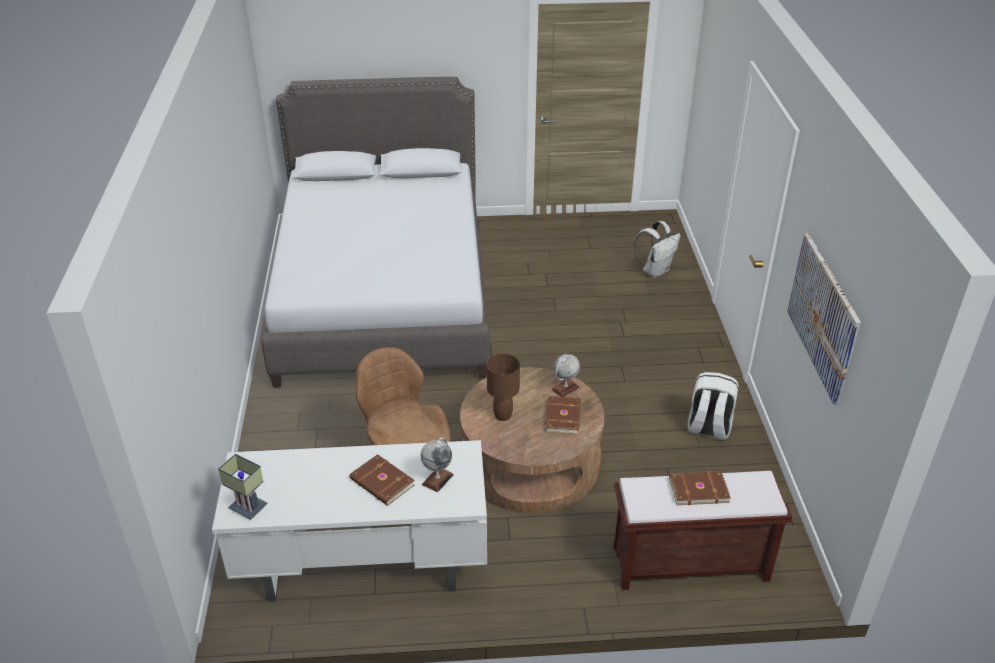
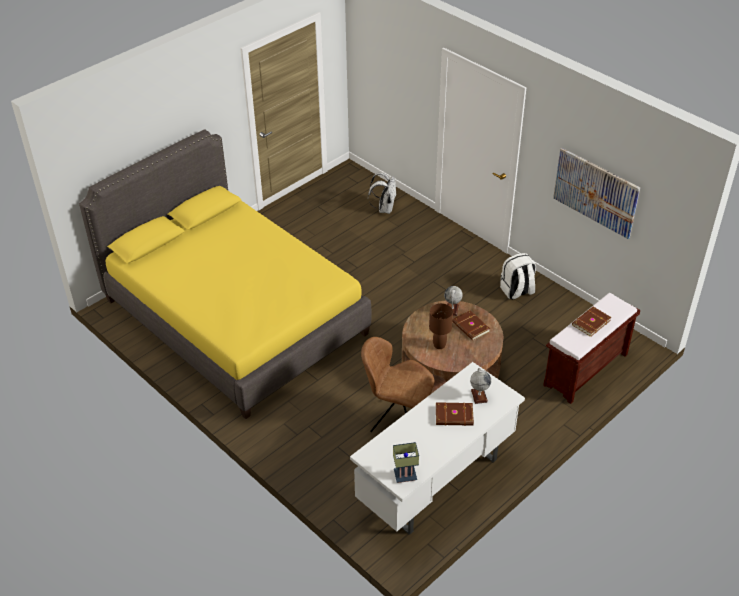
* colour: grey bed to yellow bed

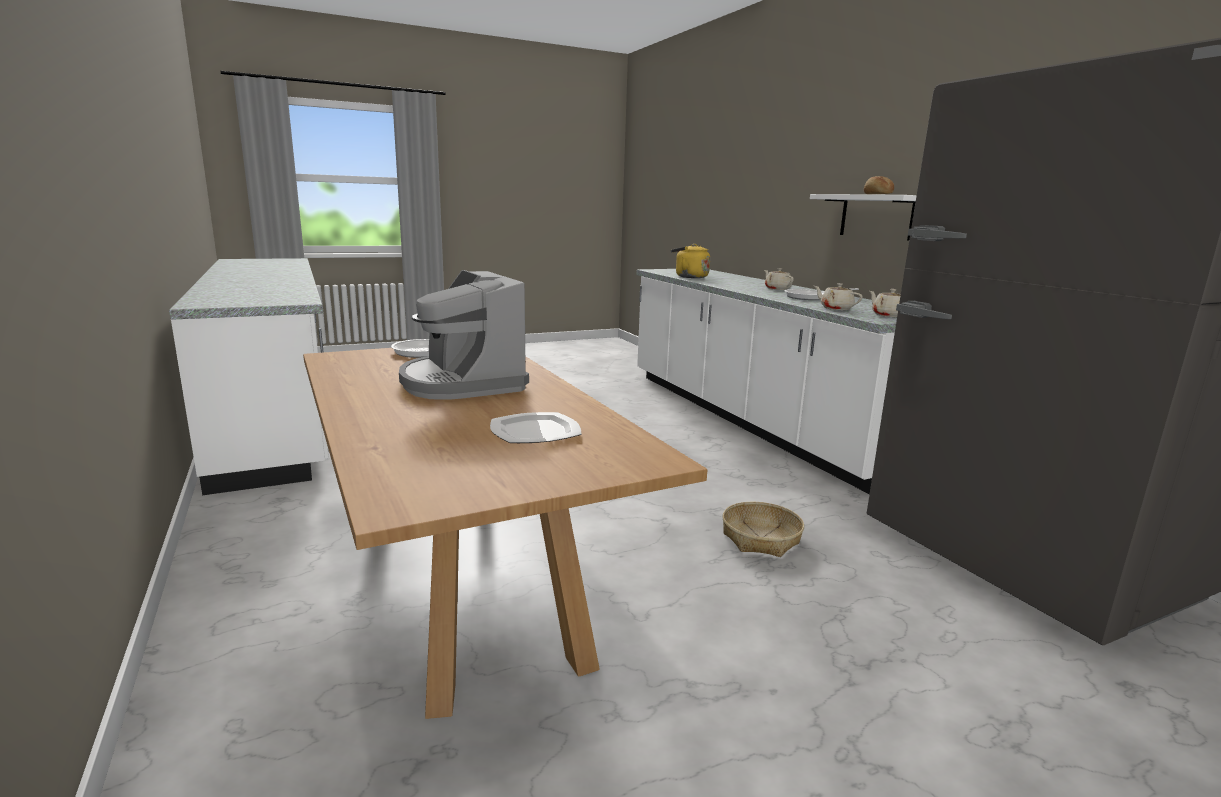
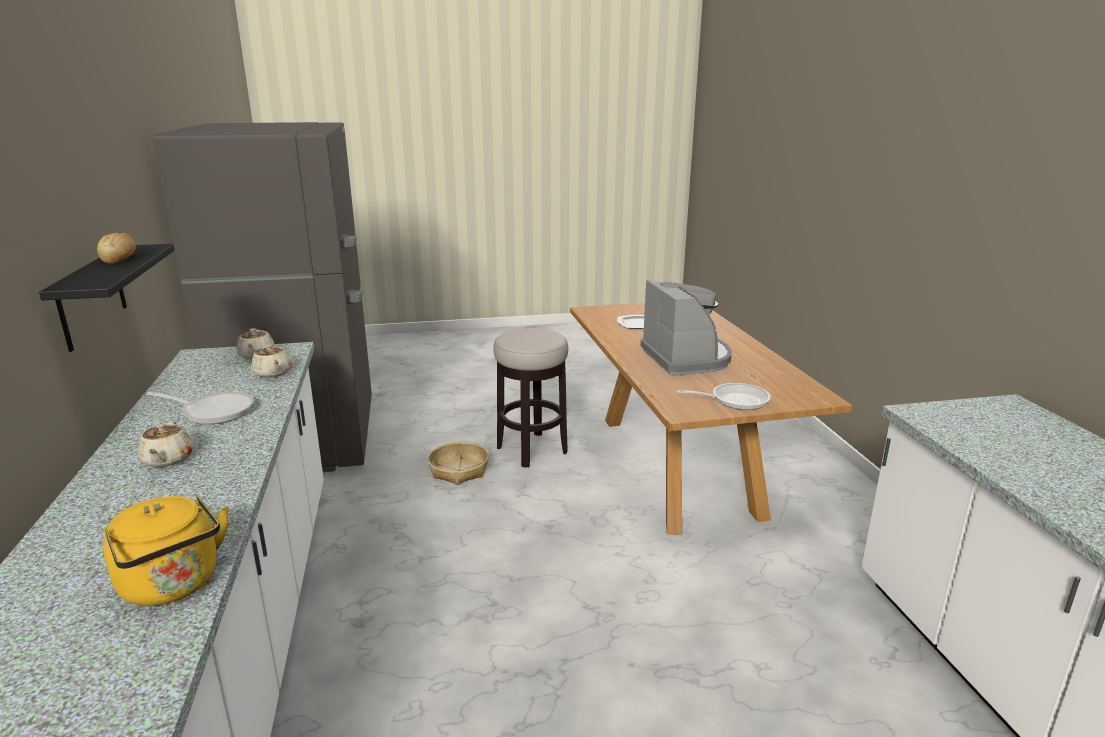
* colour: white shelf to black shelf
* appeared: stool

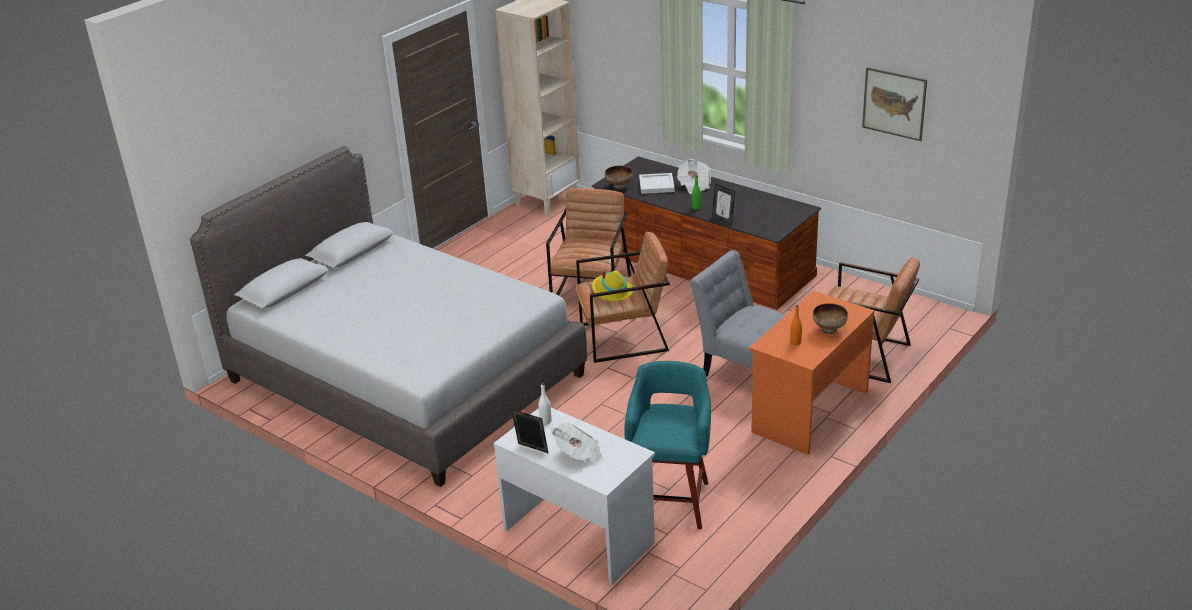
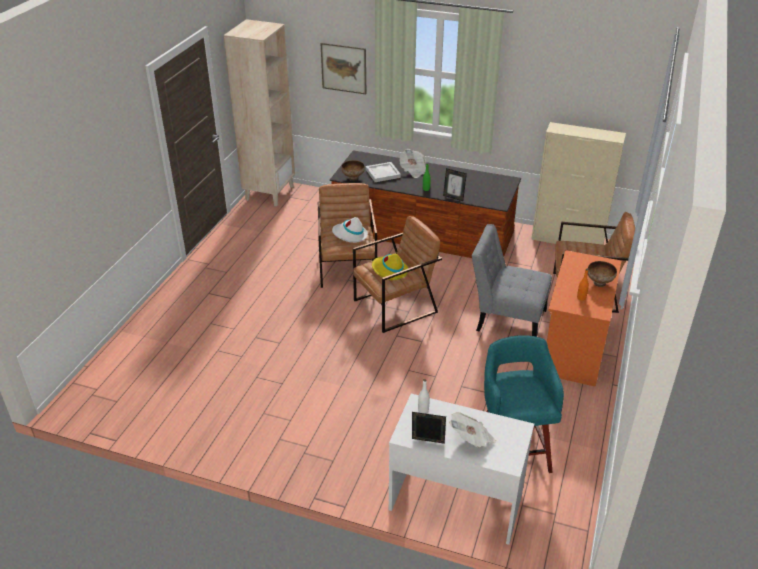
* relocated: picture
* missing: grey bed
* appeared: beige cabinet
* appeared: white hat

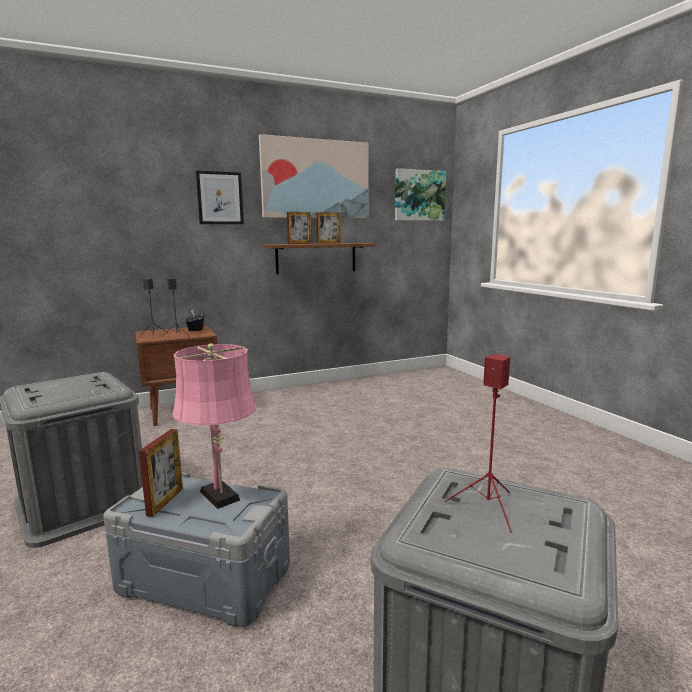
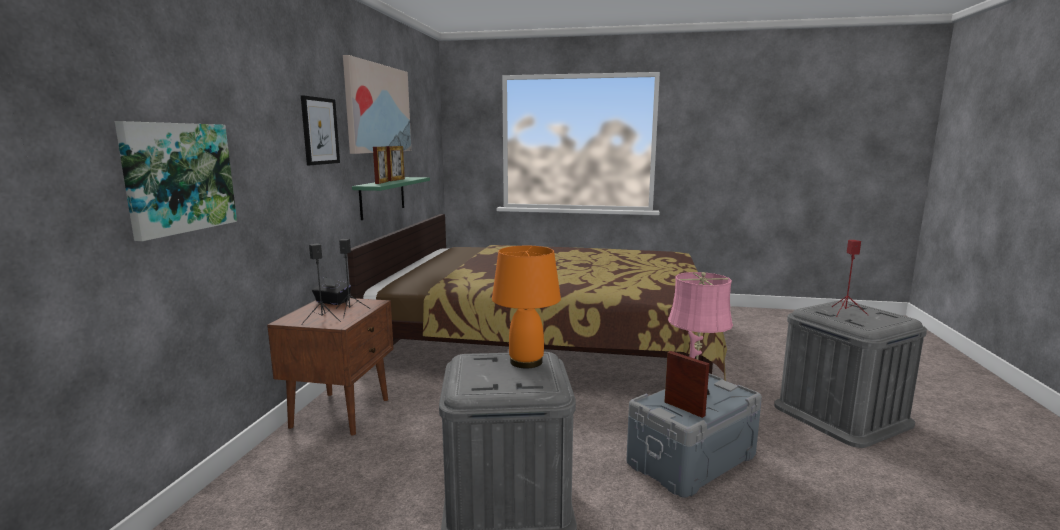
* relocated: picture (no. 3 from left in the first image) to picture (no. 1 from left)
* colour: brown shelf to green shelf
* appeared: bed
* appeared: orange table lamp

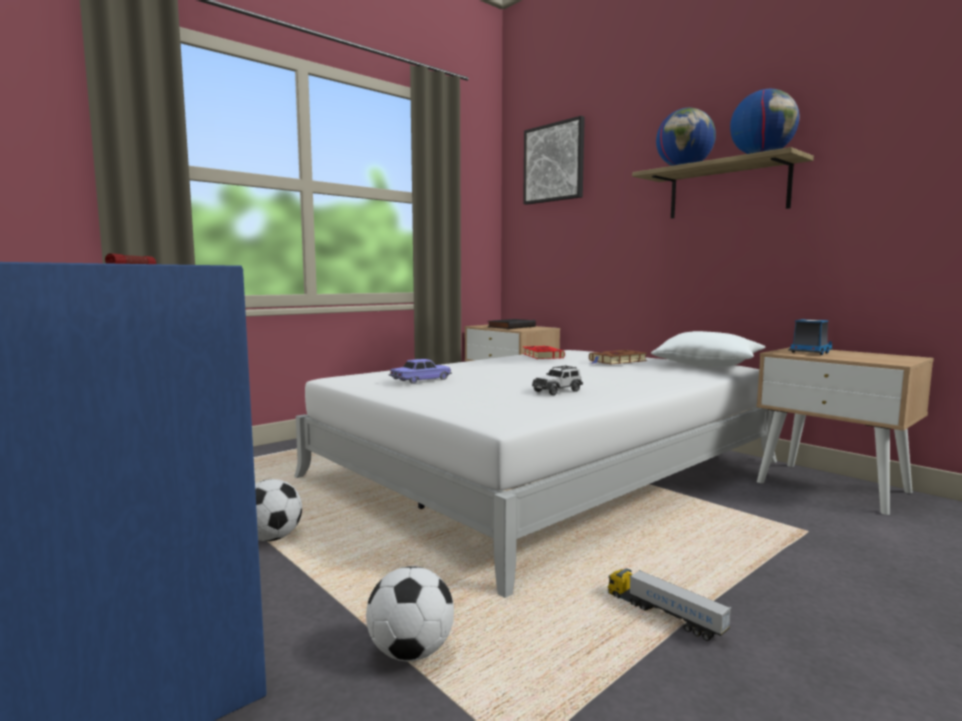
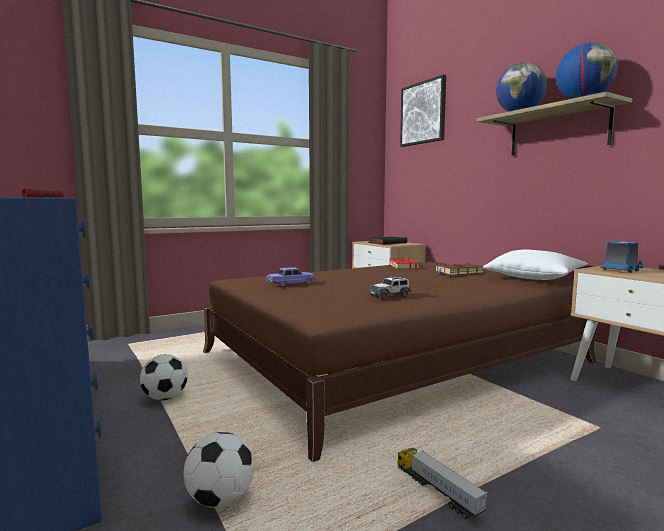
* colour: white bed to brown bed

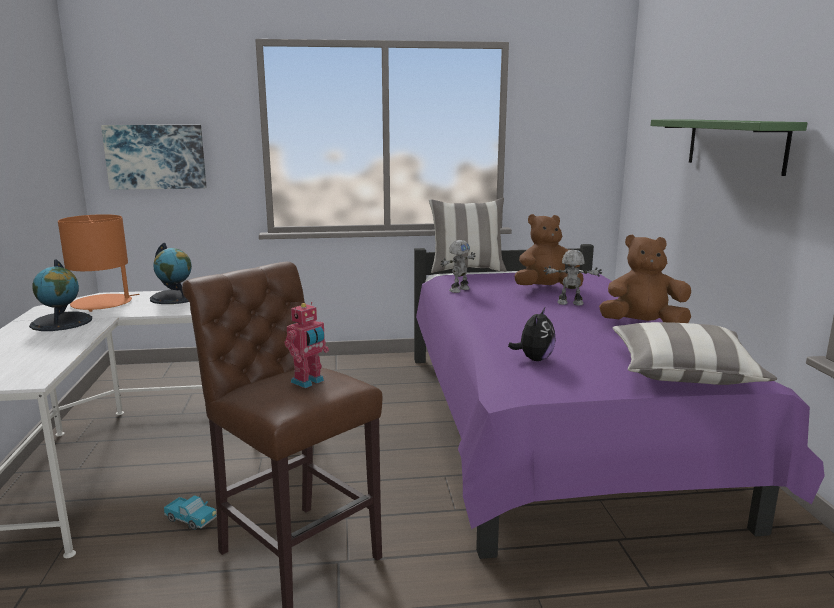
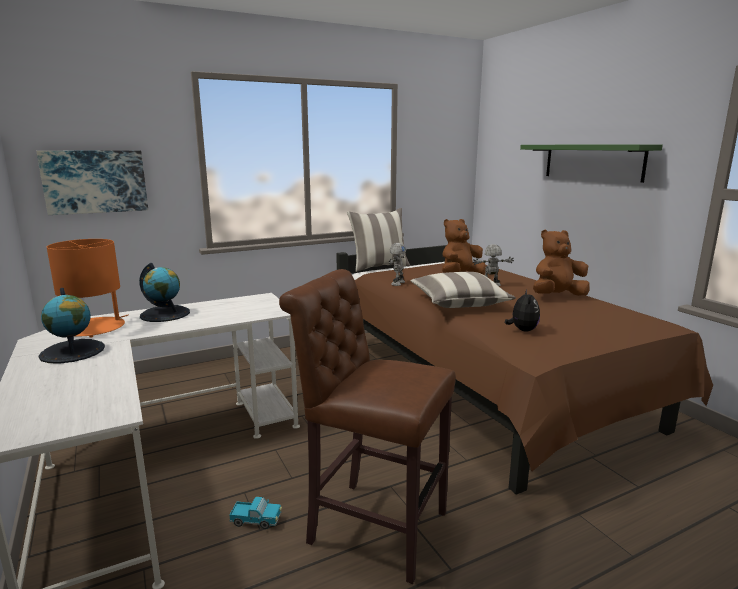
* colour: purple bed to brown bed
* missing: toy robot (no. 1 from left)
* relocated: pillow (no. 2 from left)

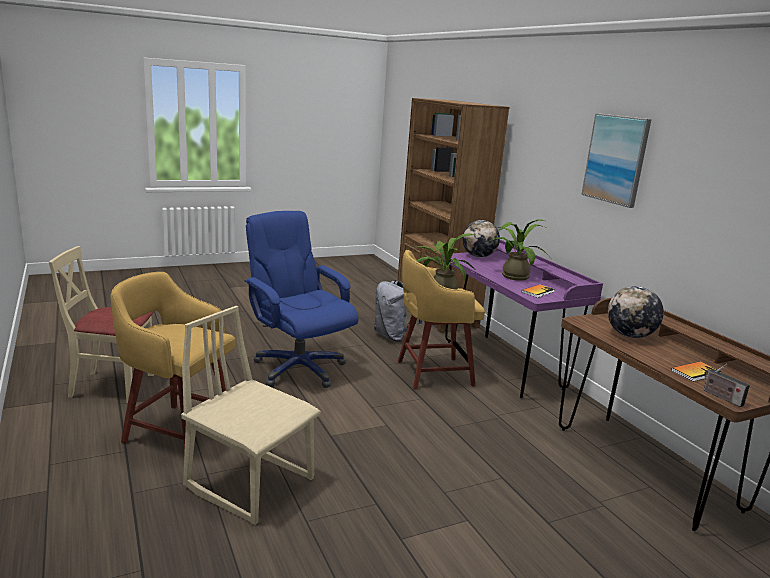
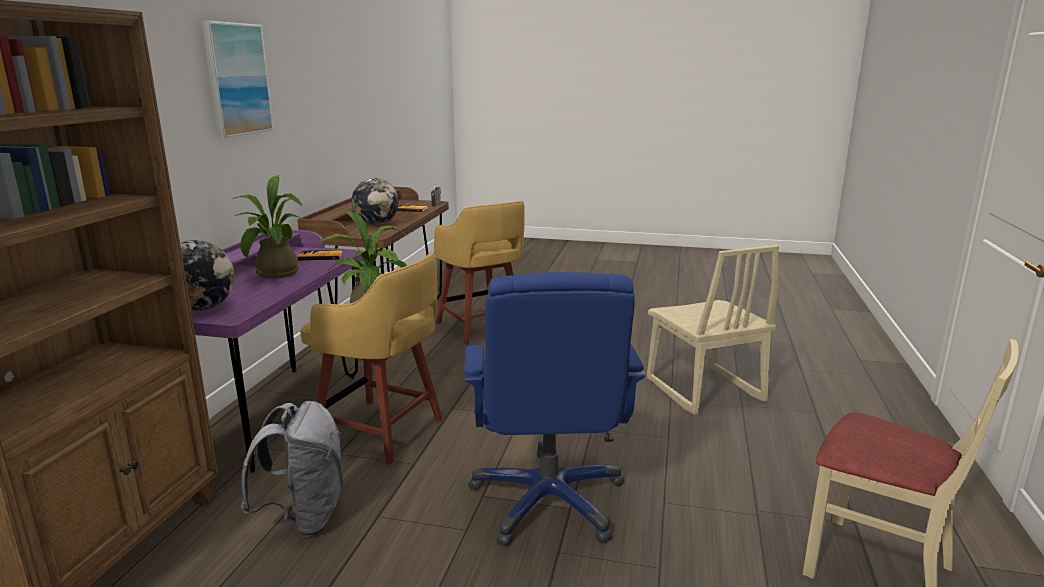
* relocated: yellow stool (no. 1 from left in the first image) to yellow stool (no. 2 from left)

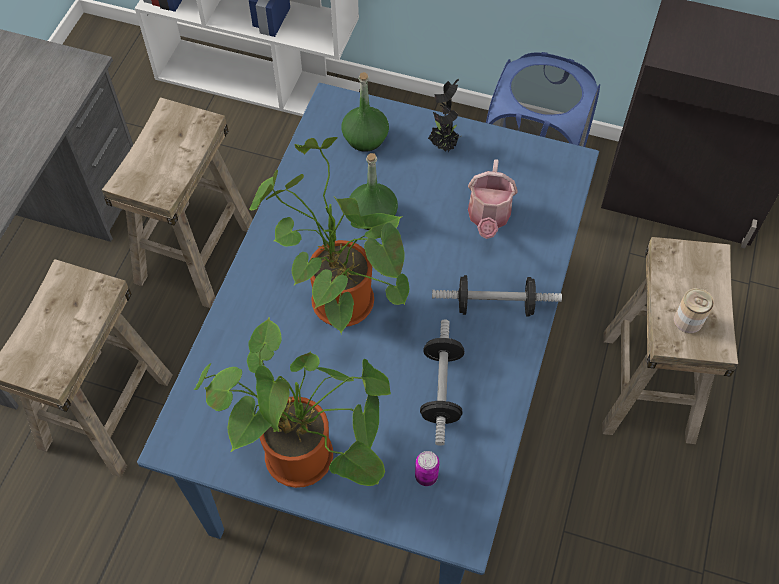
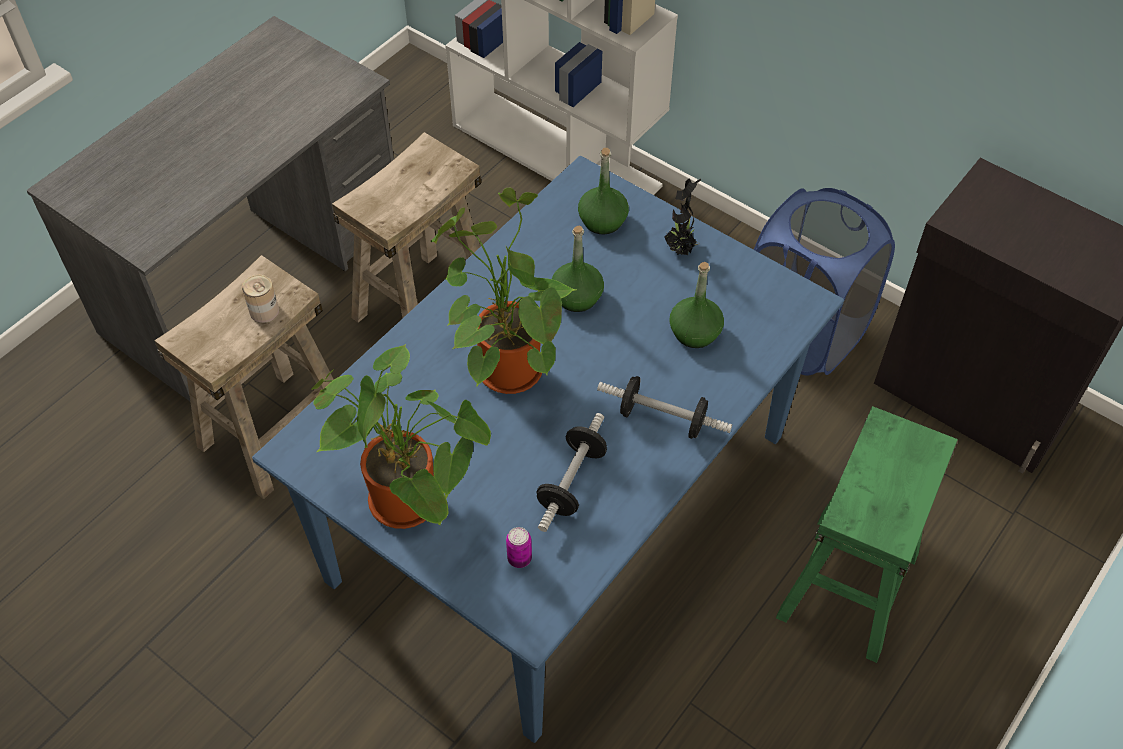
* exchanged: watering can to green bottle (no. 3 from left)
* colour: beige stool (no. 3 from left) to green stool
* relocated: can (no. 2 from left in the first image) to can (no. 1 from left)

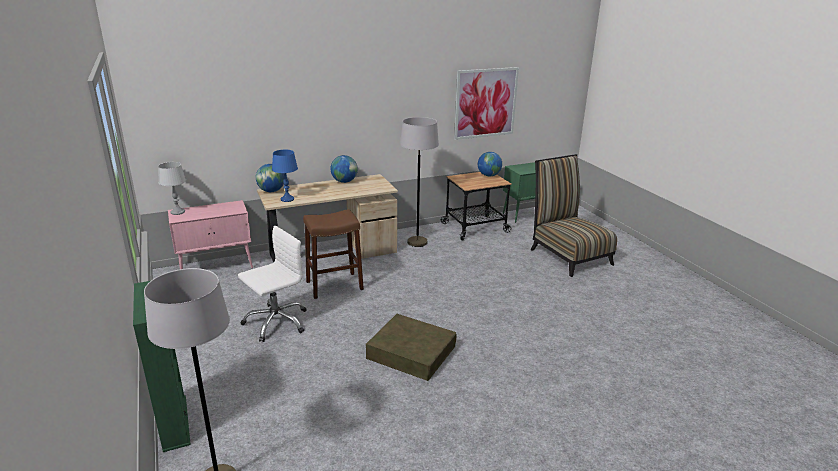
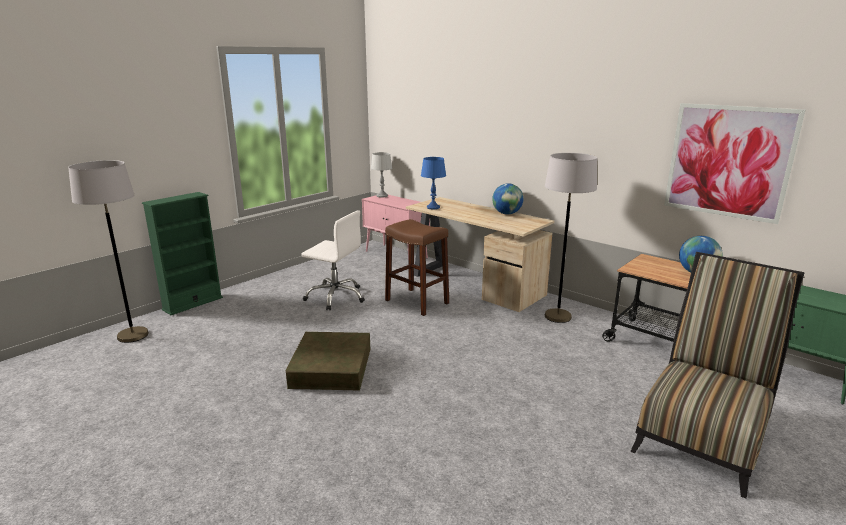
* missing: globe (no. 1 from left)

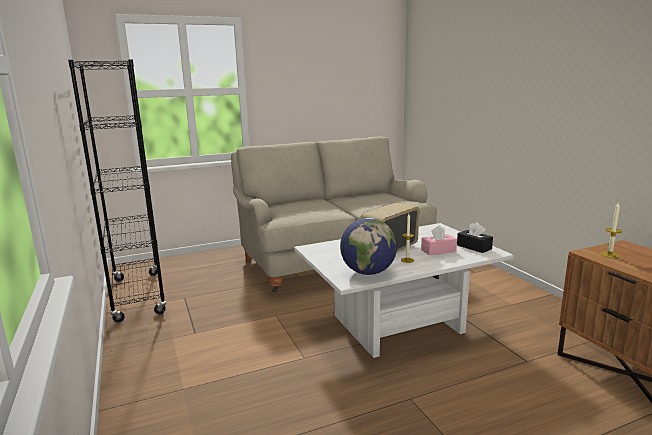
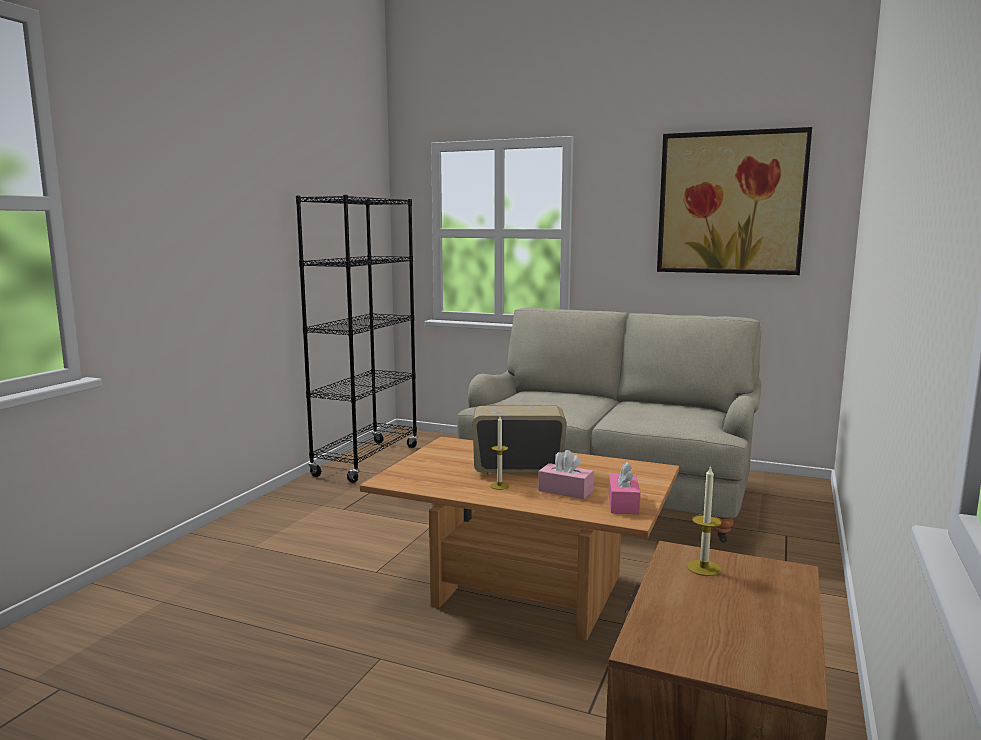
* missing: globe
* colour: black tissue box to pink tissue box (no. 2 from left)
* colour: white coffee table to brown coffee table
* appeared: picture

